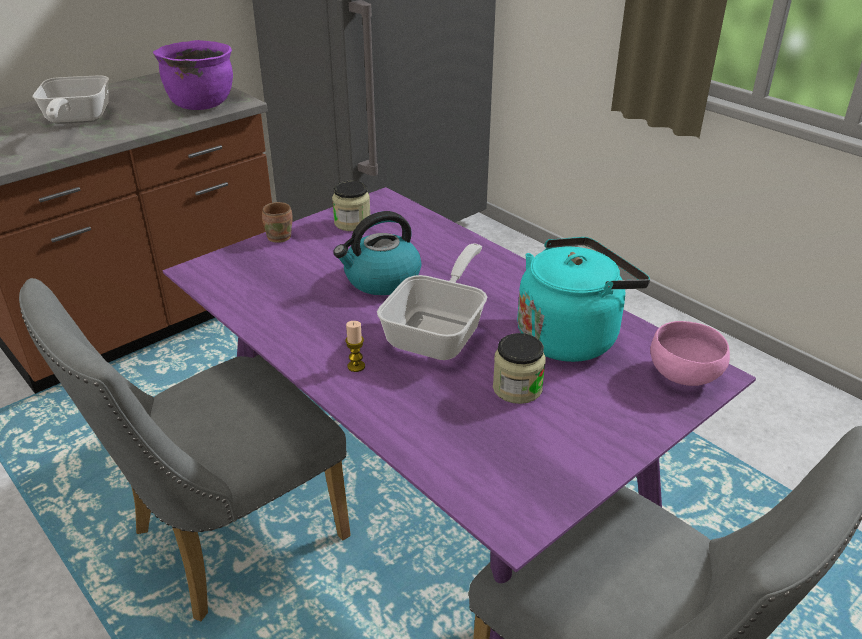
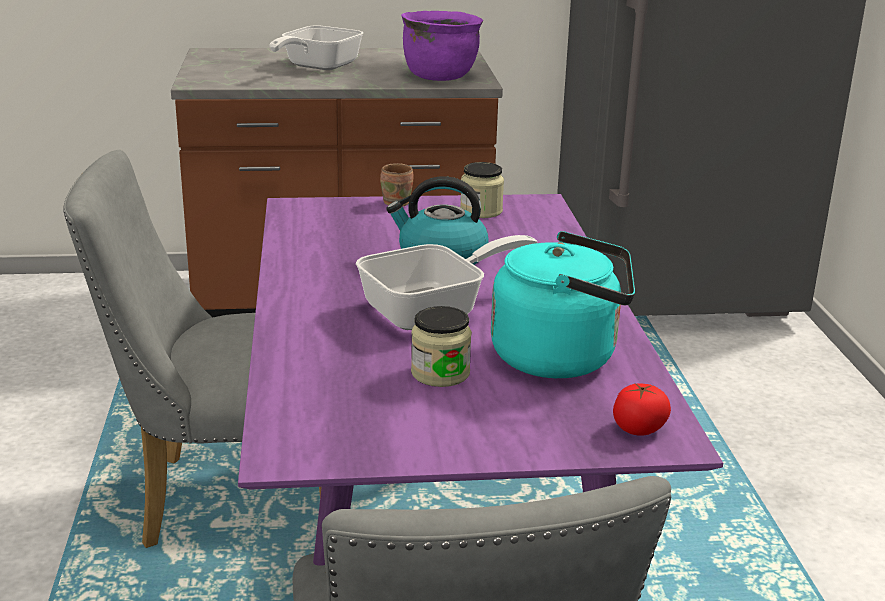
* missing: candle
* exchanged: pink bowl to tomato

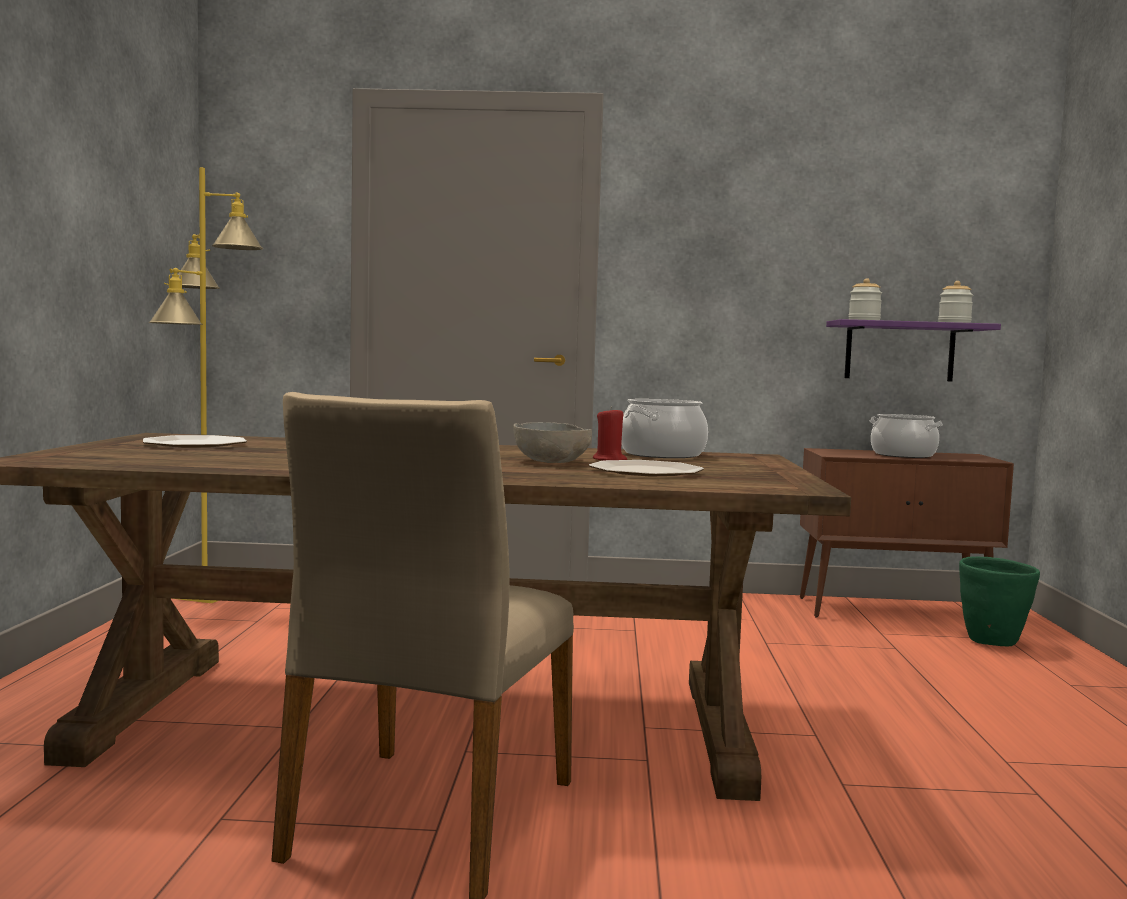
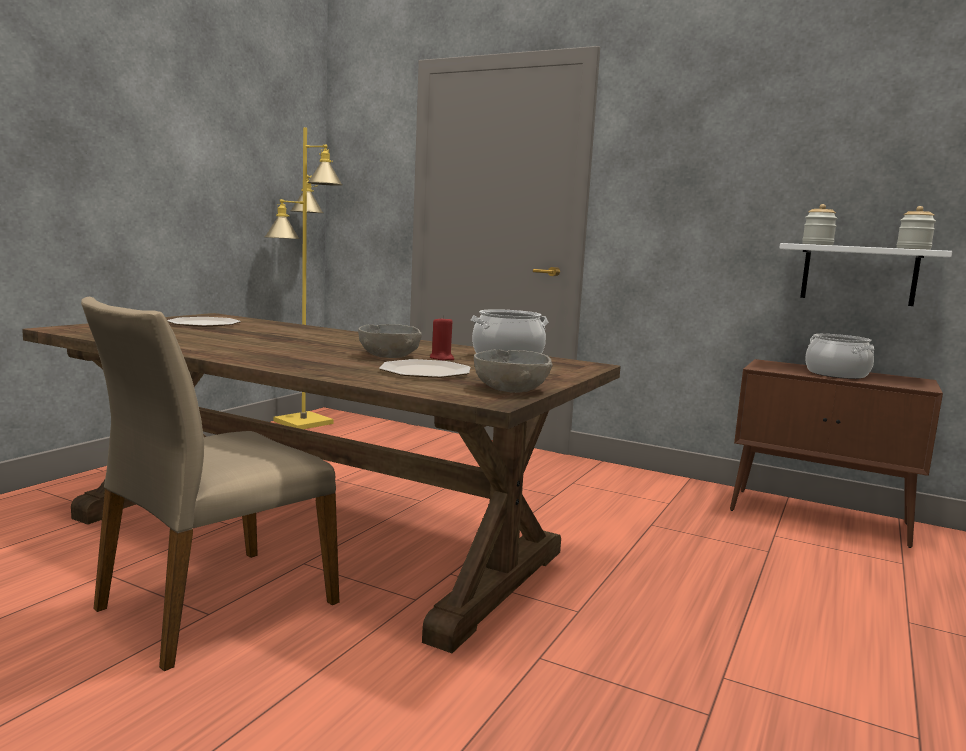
* colour: purple shelf to white shelf
* missing: green planter
* appeared: grey bowl (no. 2 from left)

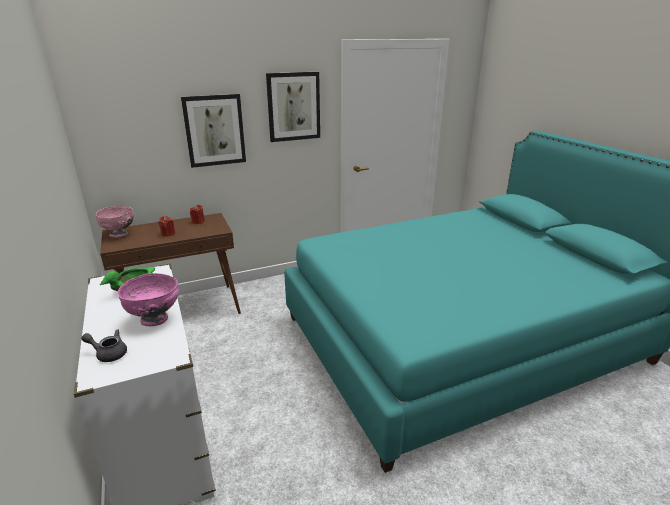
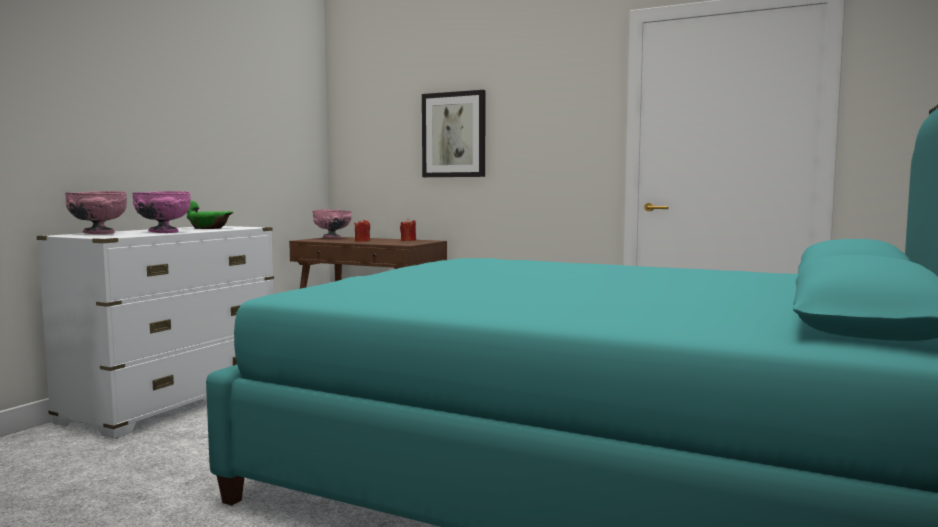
* missing: picture (no. 2 from left)
* exchanged: grey teapot to pink bowl (no. 1 from left)

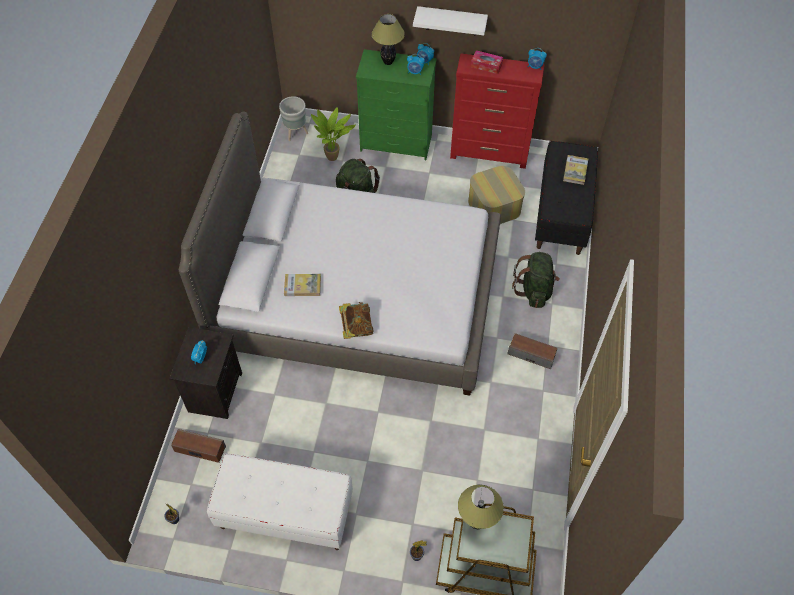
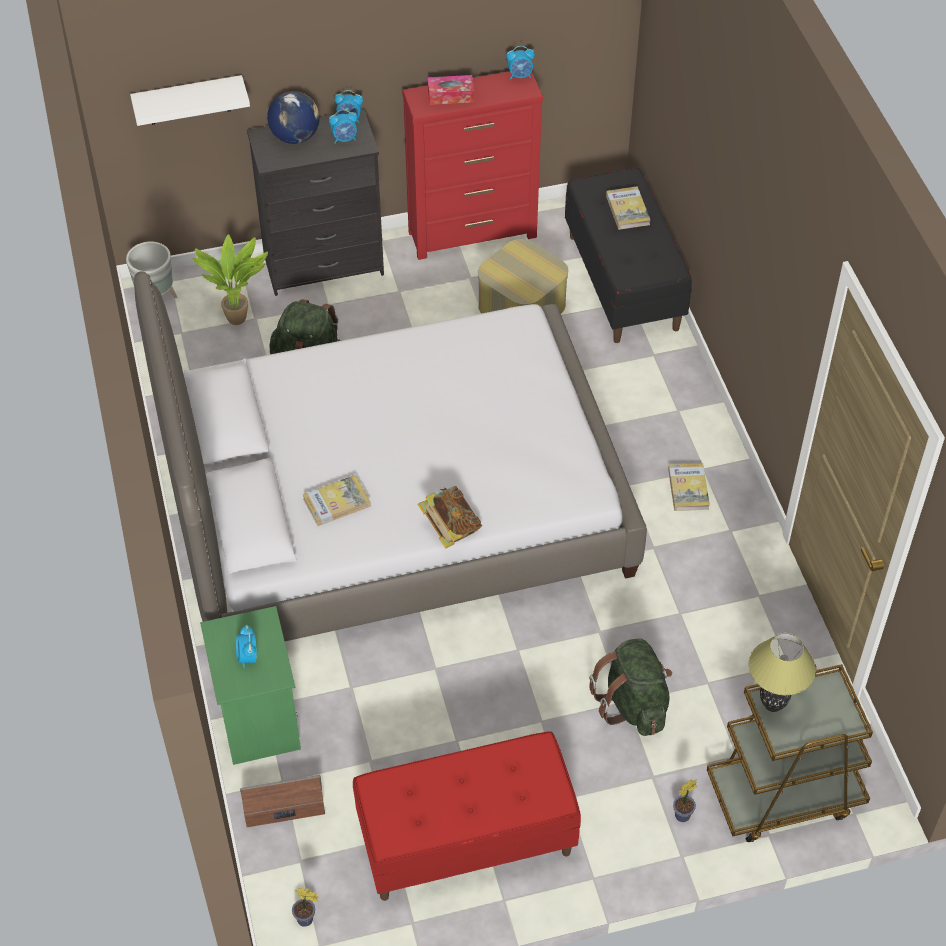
* relocated: white shelf
* exchanged: table lamp (no. 1 from left) to globe
* colour: green dresser to black dresser
* relocated: green backpack (no. 2 from left)
* colour: black nightstand to green nightstand
* exchanged: speaker (no. 2 from left) to book (no. 4 from left)
* colour: white bench to red bench

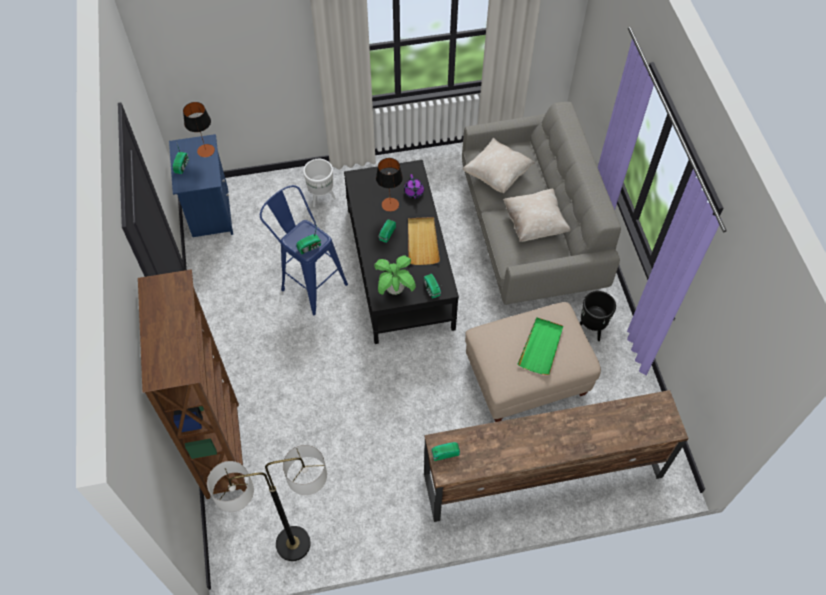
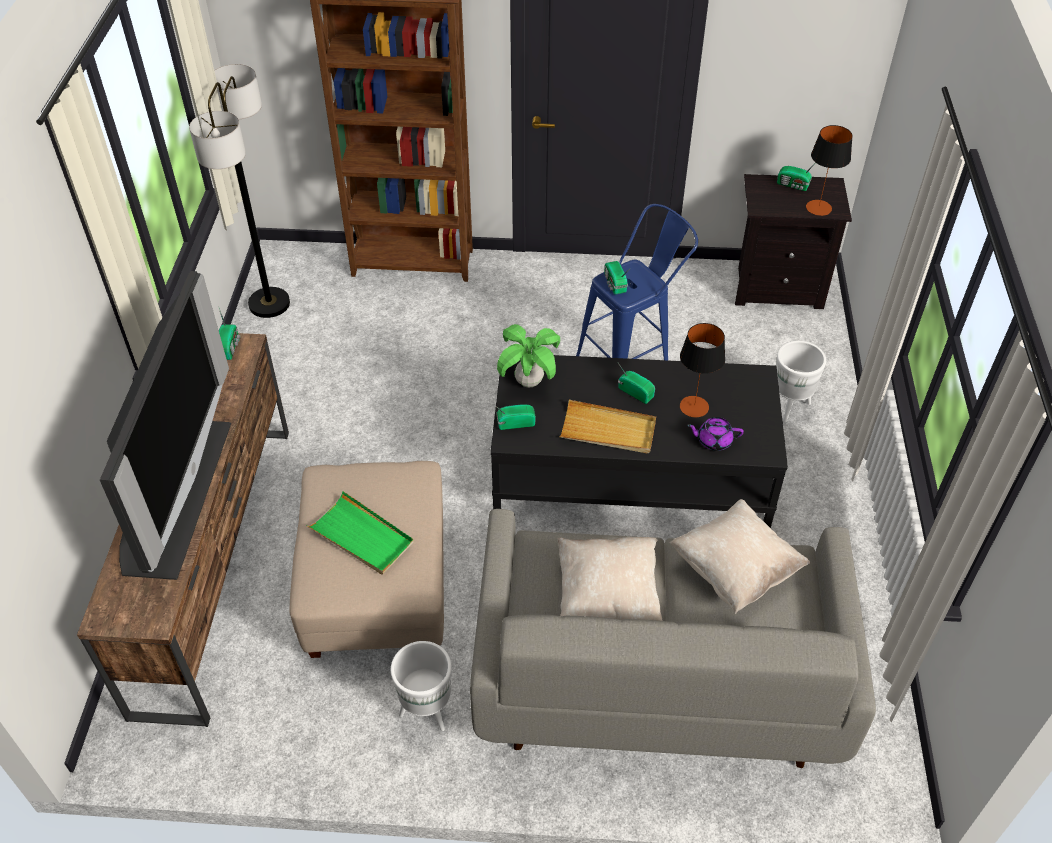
* colour: blue nightstand to black nightstand
* colour: black planter to white planter (no. 1 from left)
* appeared: television

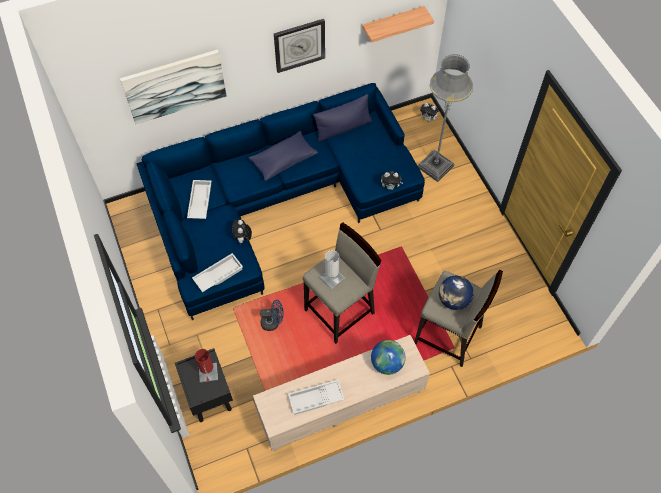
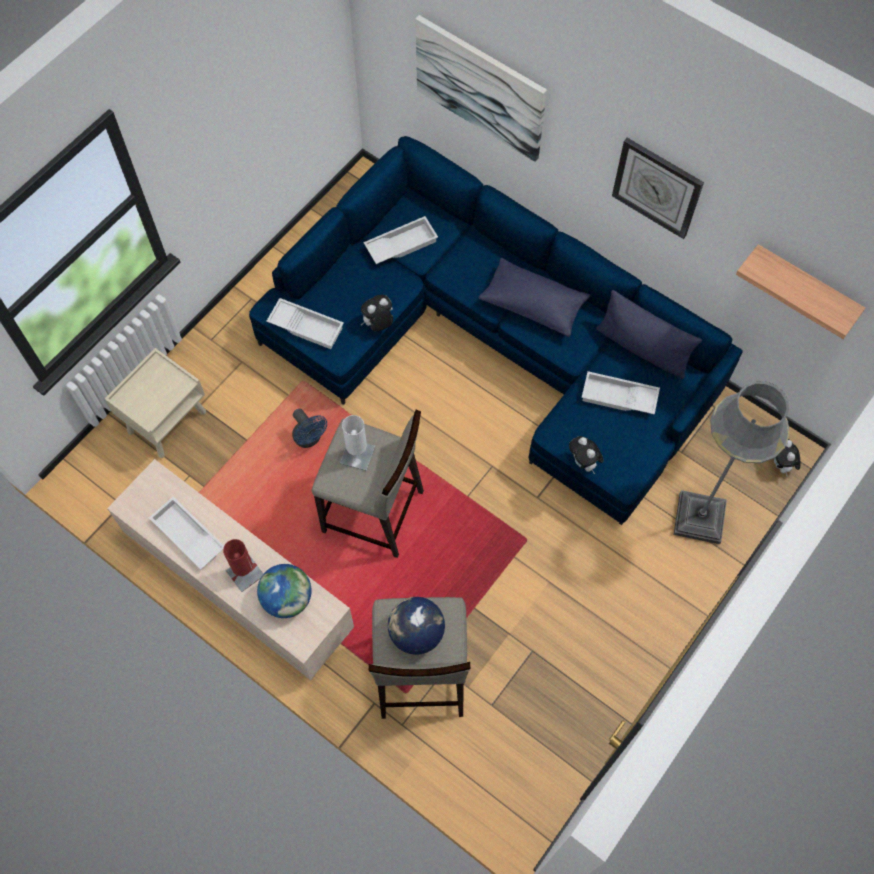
* colour: black nightstand to beige nightstand
* relocated: red table lamp
* appeared: white tray (no. 4 from left)

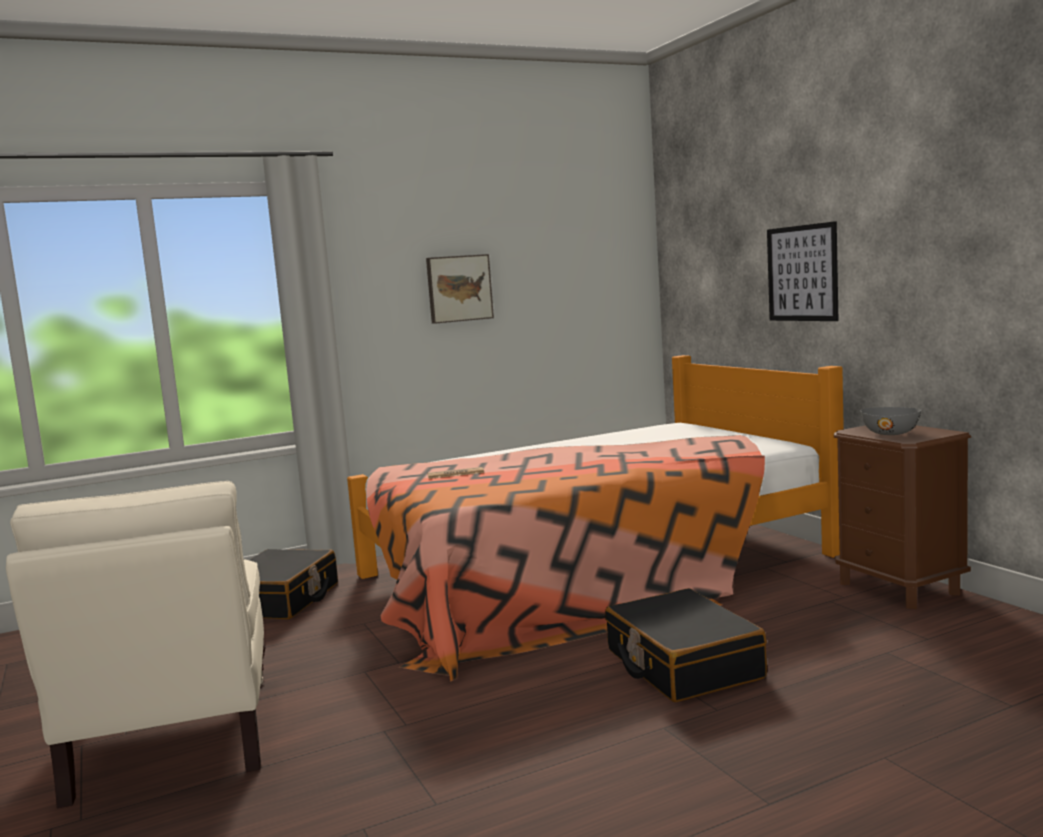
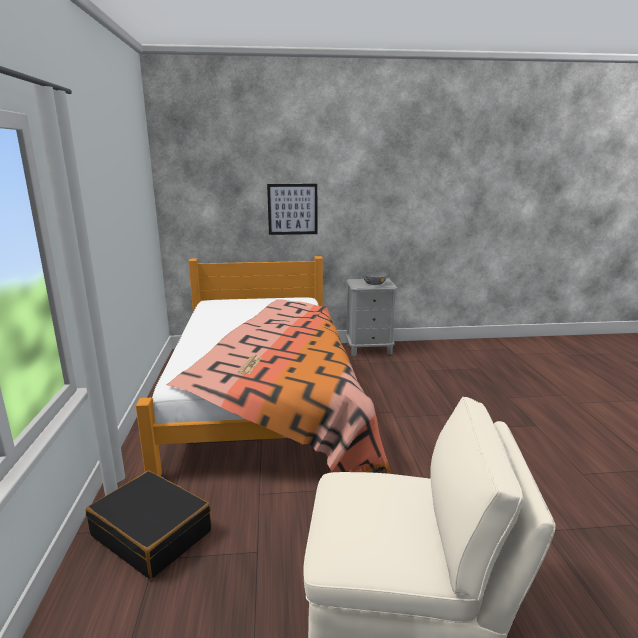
* missing: picture (no. 1 from left)
* colour: brown nightstand to grey nightstand
* missing: black suitcase (no. 2 from left)

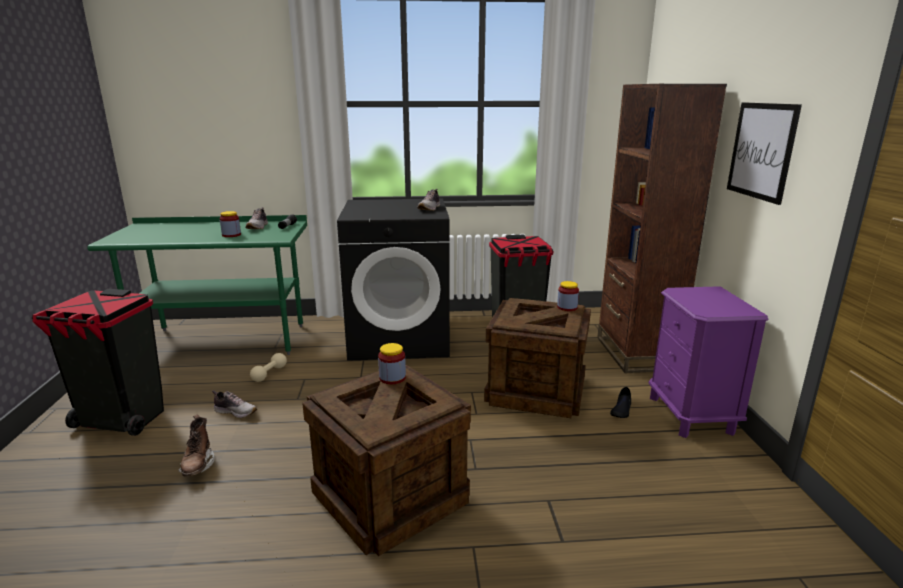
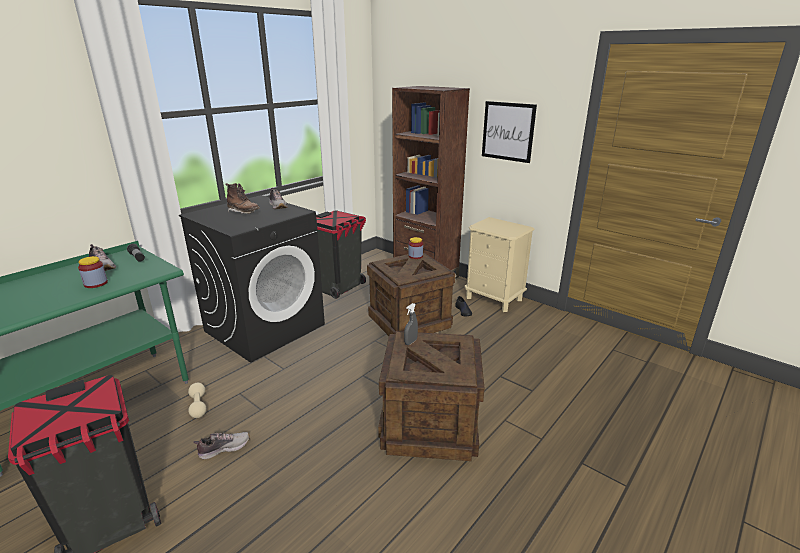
* colour: purple nightstand to beige nightstand
* exchanged: jar (no. 2 from left) to grey spray bottle
* relocated: brown boot

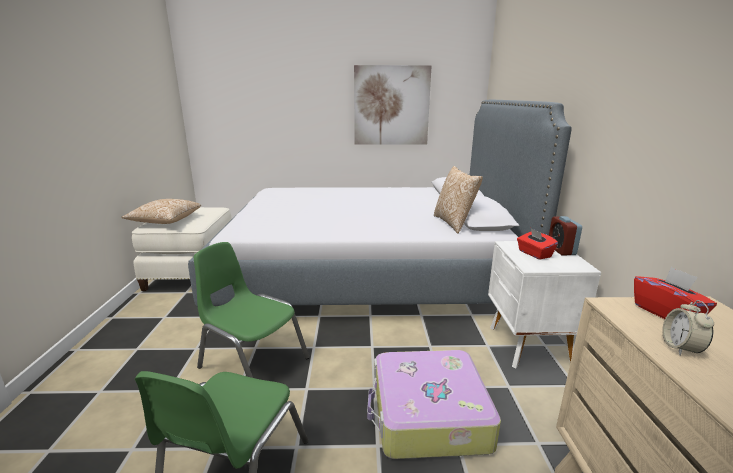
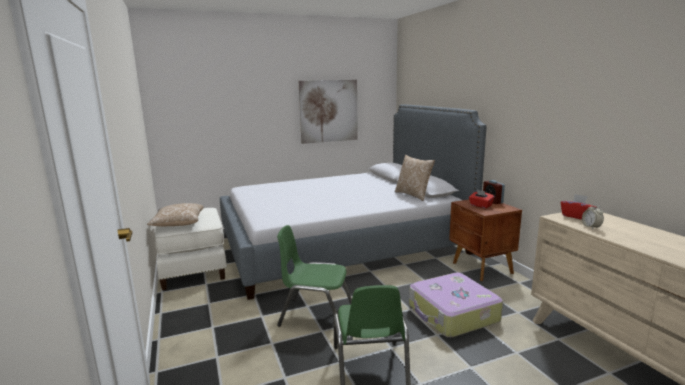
* colour: white nightstand to brown nightstand

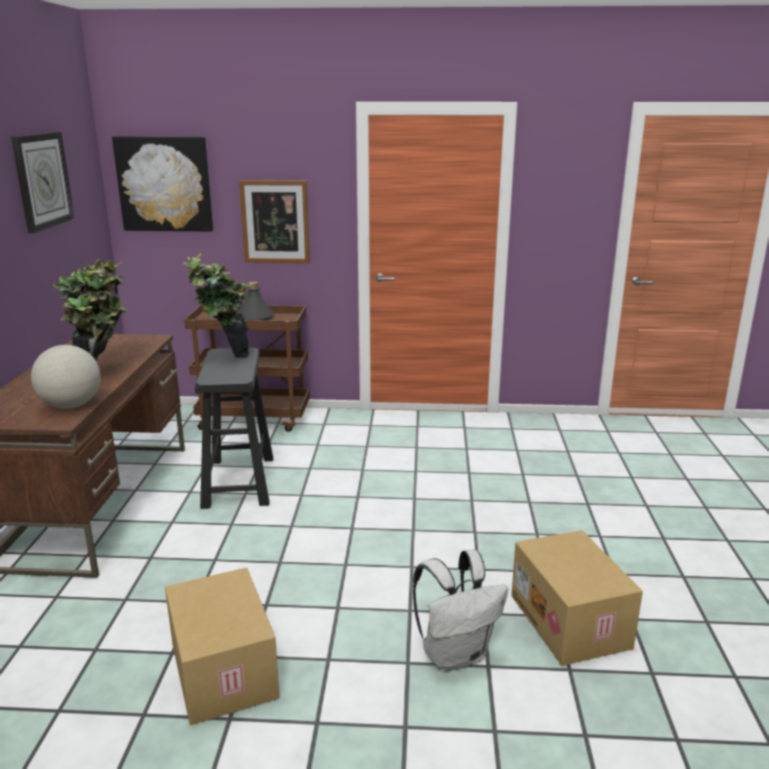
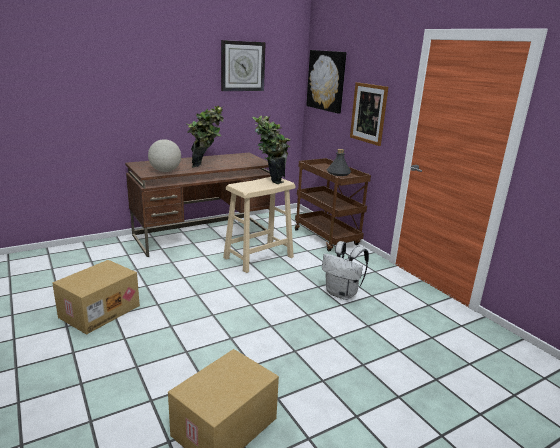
* colour: black stool to beige stool
* relocated: white backpack

